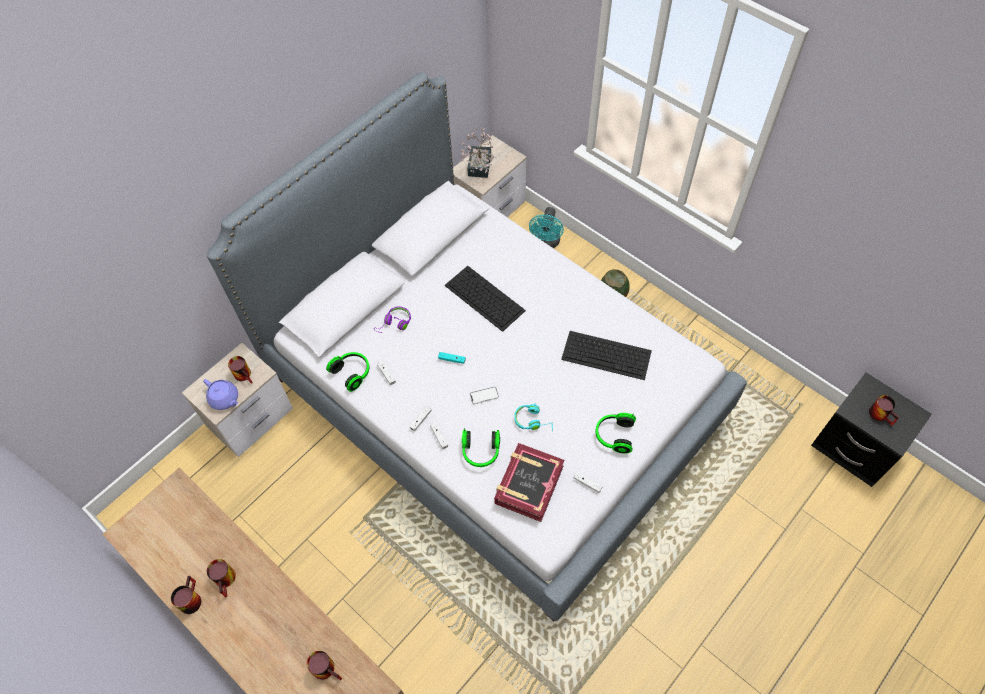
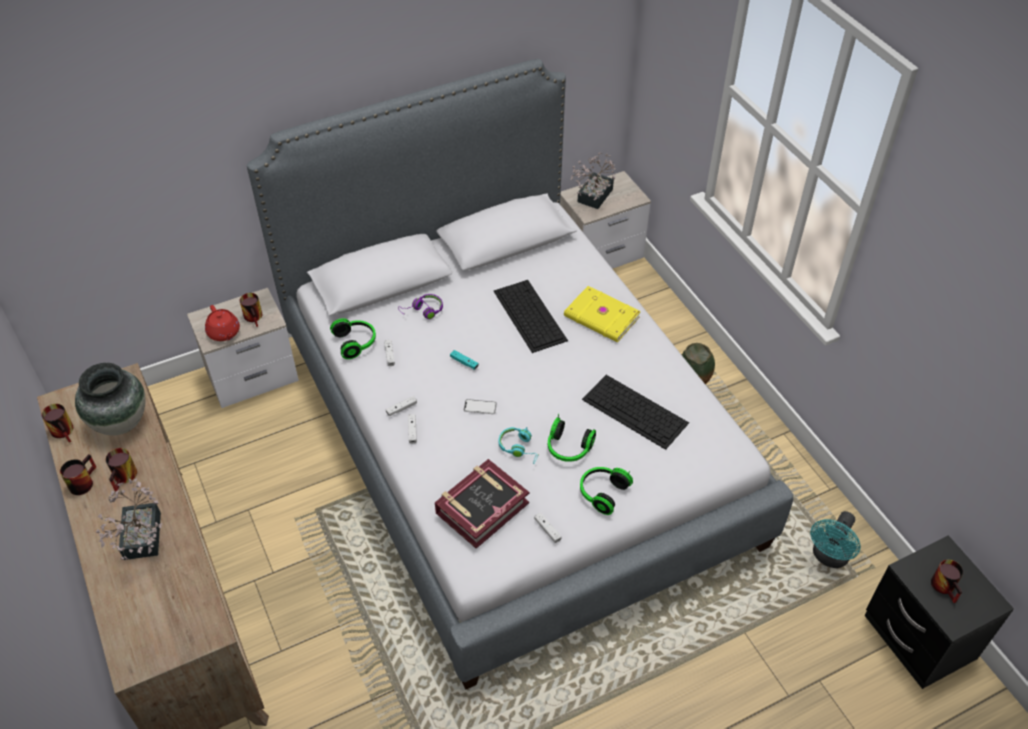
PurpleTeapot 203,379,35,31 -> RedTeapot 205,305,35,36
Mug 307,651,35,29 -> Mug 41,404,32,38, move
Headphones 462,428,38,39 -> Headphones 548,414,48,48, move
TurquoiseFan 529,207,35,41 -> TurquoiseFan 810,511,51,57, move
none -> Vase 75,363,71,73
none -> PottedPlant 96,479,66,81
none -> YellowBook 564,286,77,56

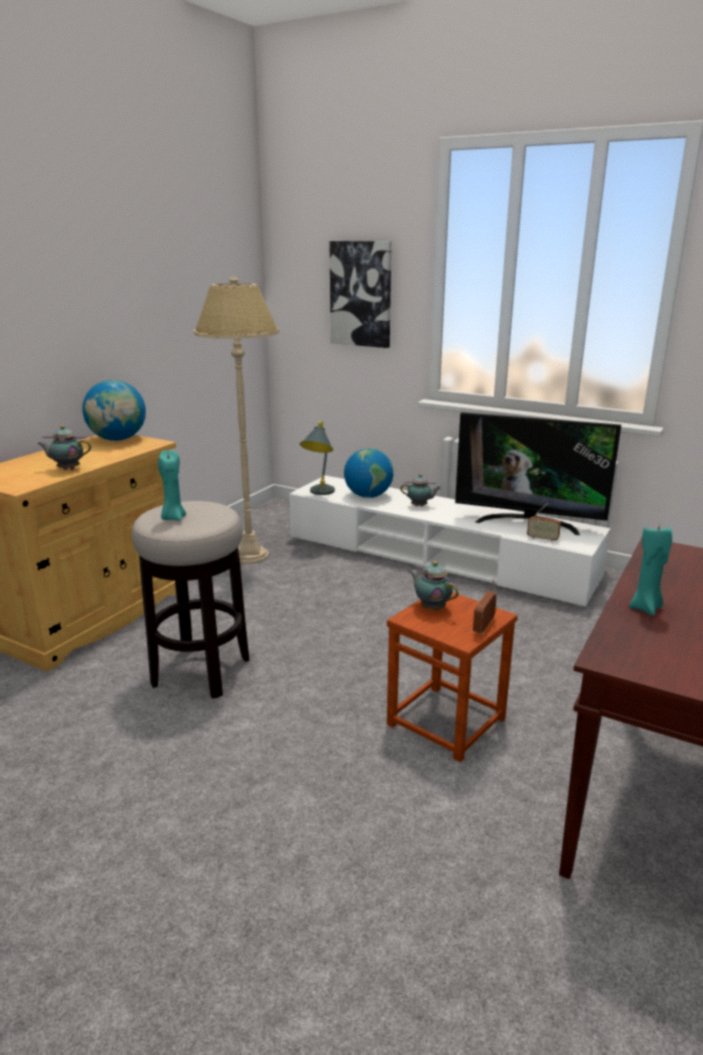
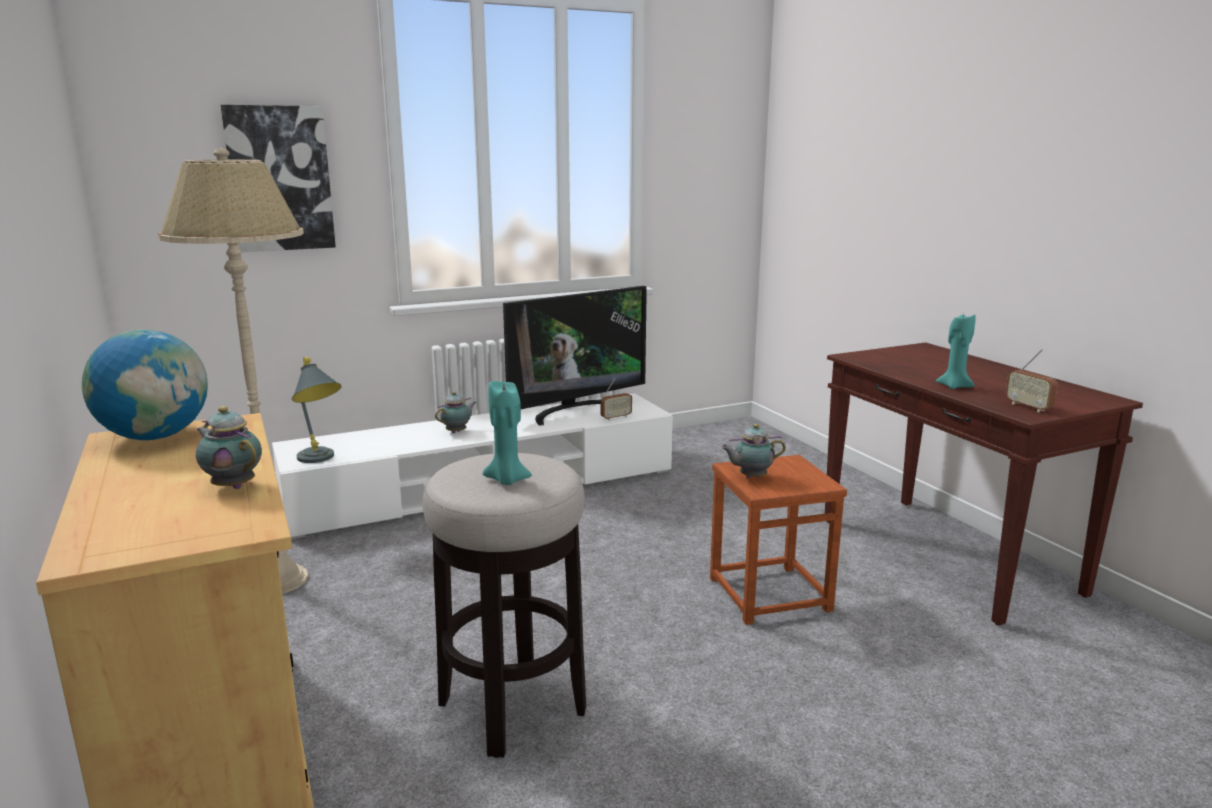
Teapot 37,425,54,45 -> Teapot 196,406,66,83, 90 degrees clockwise
Globe 344,448,49,50 -> none
Radio 473,579,25,55 -> Radio 1005,349,53,63, move

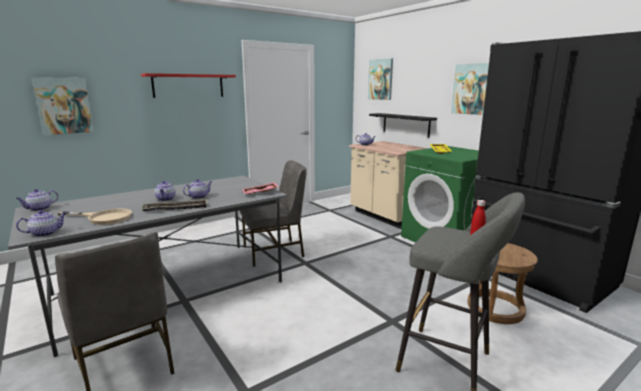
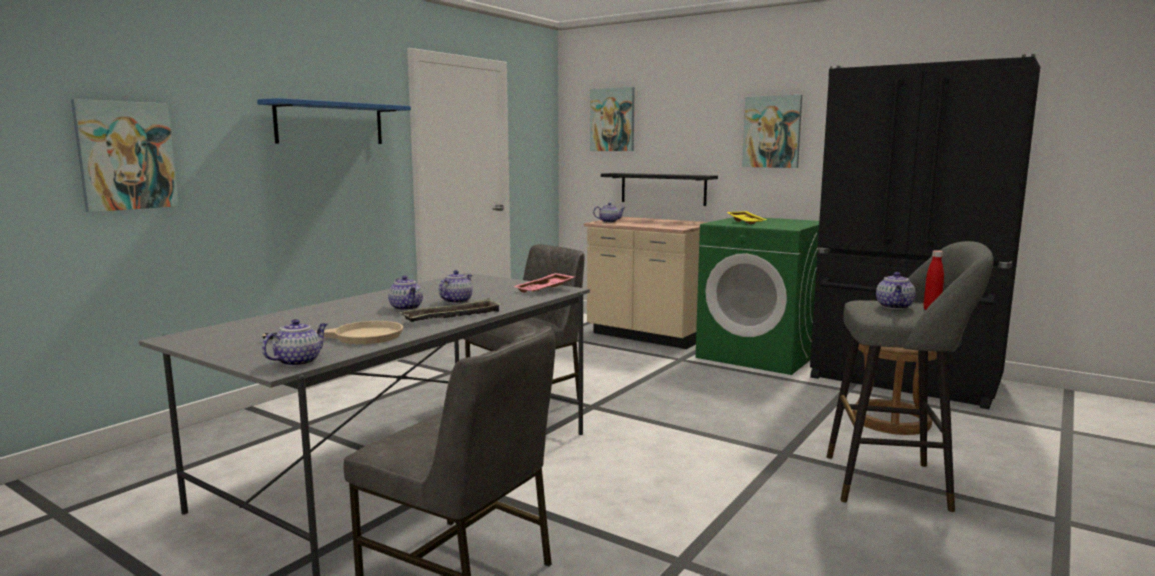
Teapot 16,189,42,22 -> Teapot 876,272,40,37, move
RedShelf 141,73,95,25 -> BlueShelf 257,98,154,46

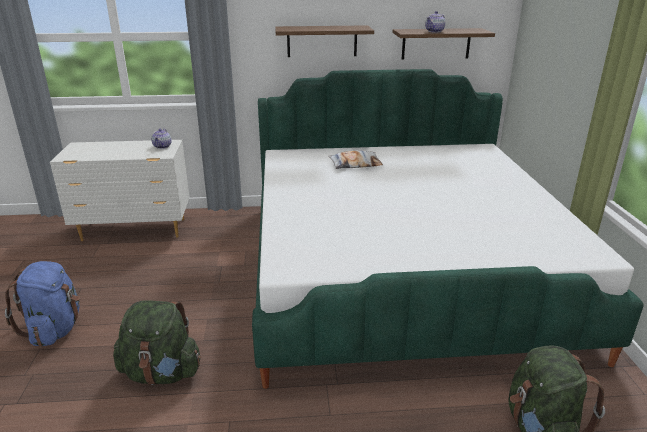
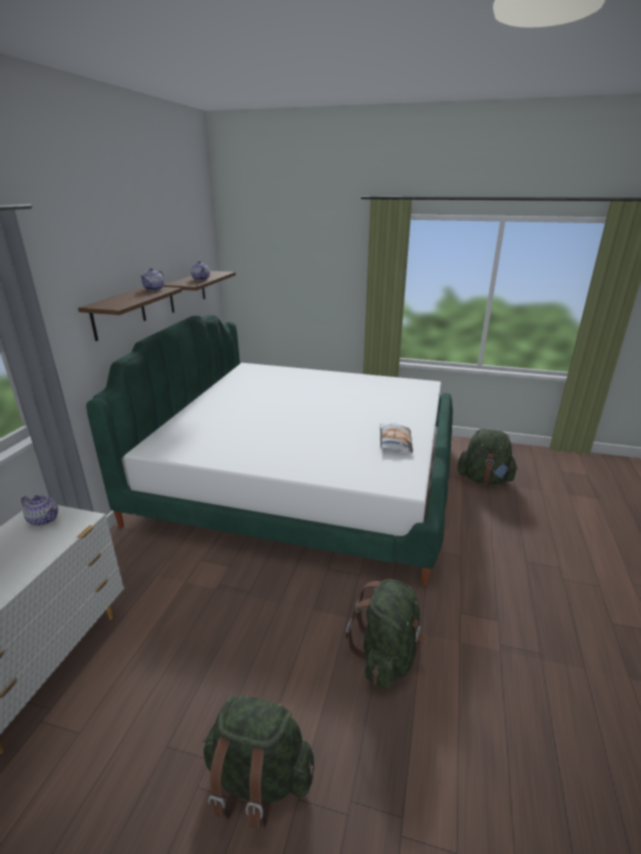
BlueBackpack 5,261,75,86 -> GreenBackpack 203,696,111,133
Pillow 328,150,55,19 -> Pillow 380,423,33,30, move
none -> Teapot 140,268,24,23

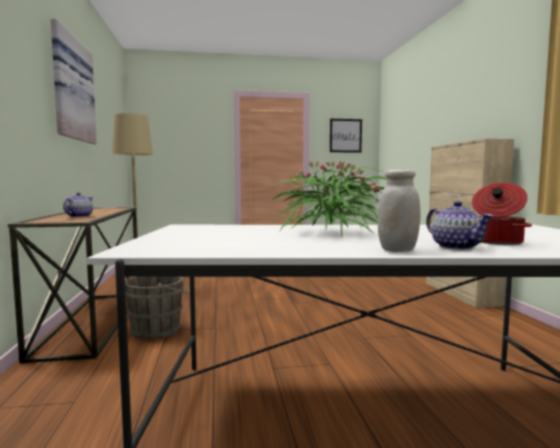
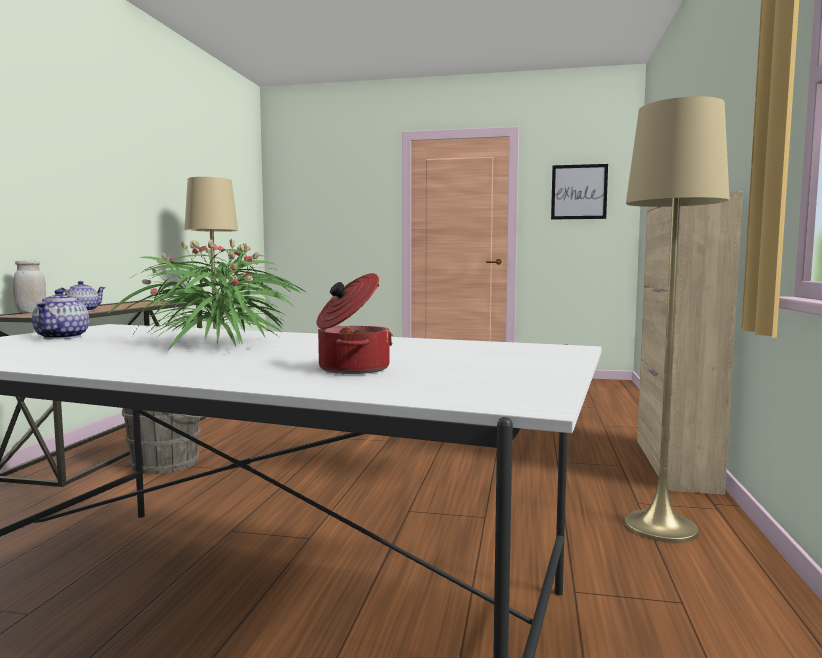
Picture 51,18,46,126 -> none
WhiteJar 378,169,43,83 -> WhiteJar 13,260,33,53, move
Teapot 426,201,67,49 -> Teapot 32,289,57,50, move
none -> BeigeFloorLamp 624,96,106,447

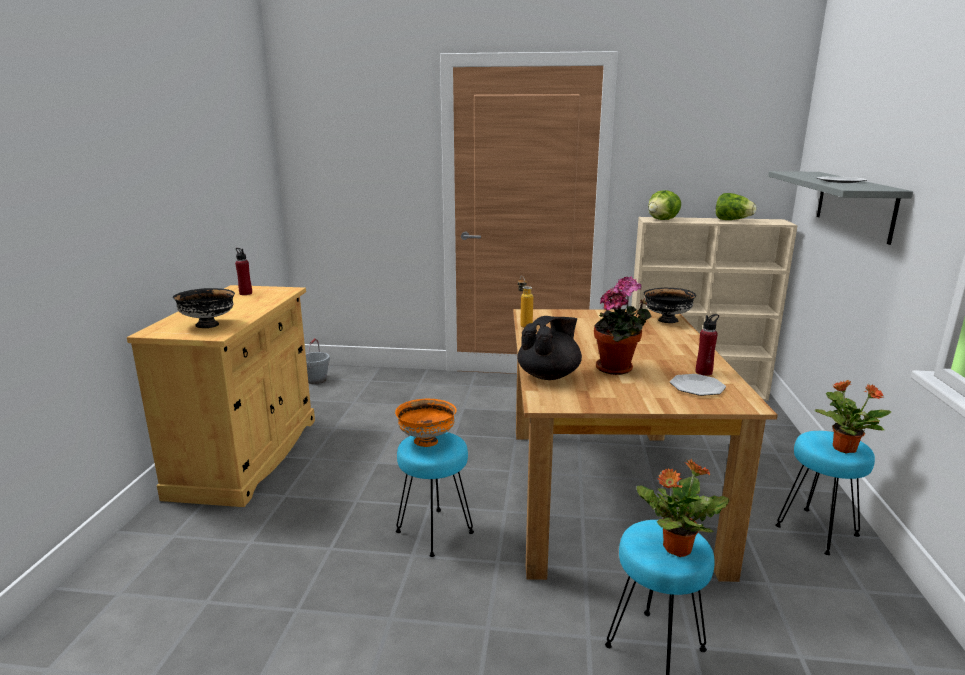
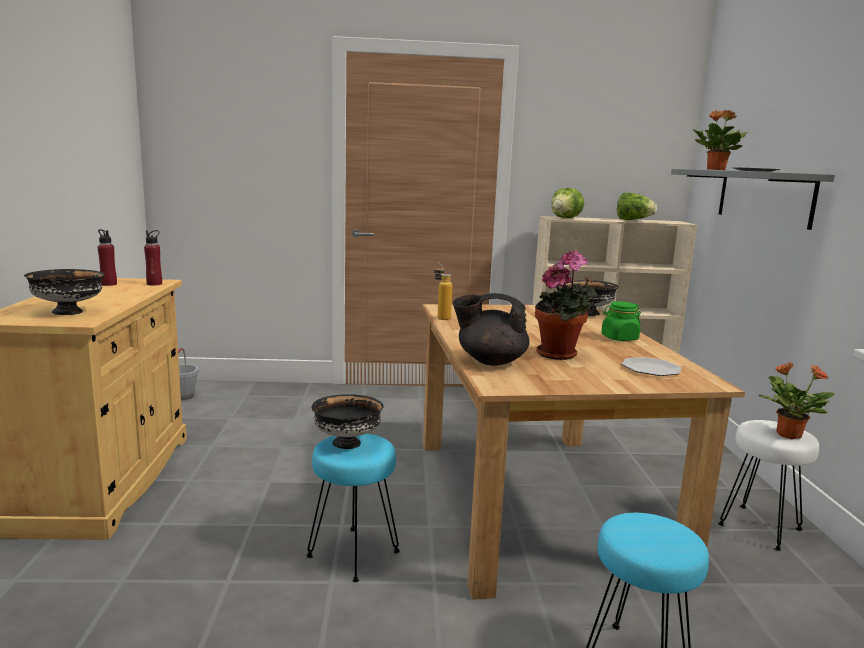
OrangeBowl 395,399,62,48 -> BlackBowl 312,394,72,55
BlackTeapot 517,316,65,64 -> BlackTeapot 453,293,77,73, 120 degrees counterclockwise
PottedPlant 636,459,93,98 -> PottedPlant 693,110,55,60, move
RedBottle 696,314,23,62 -> RedBottle 144,230,18,56, move
TurquoiseStool 775,431,100,124 -> WhiteStool 718,420,101,131
none -> GreenJar 601,301,40,40

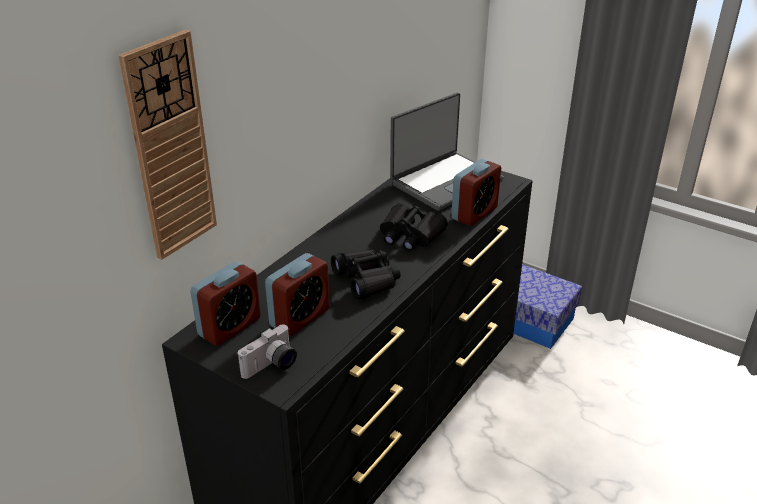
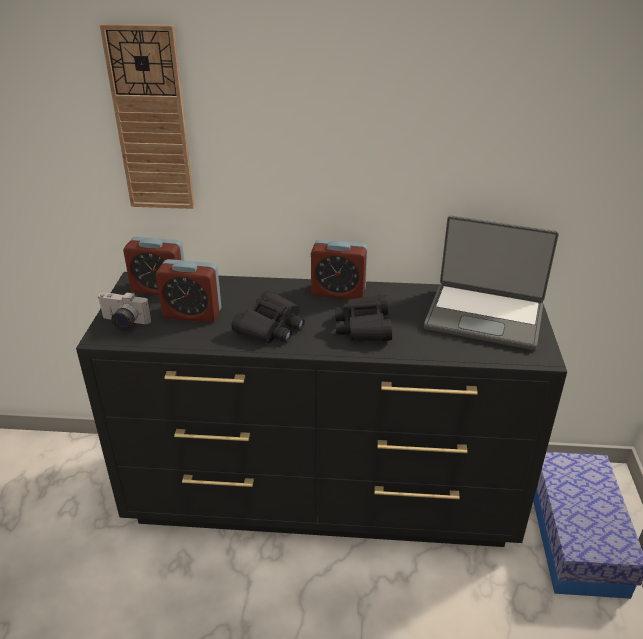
AlarmClock 451,159,50,67 -> AlarmClock 311,239,57,60, move

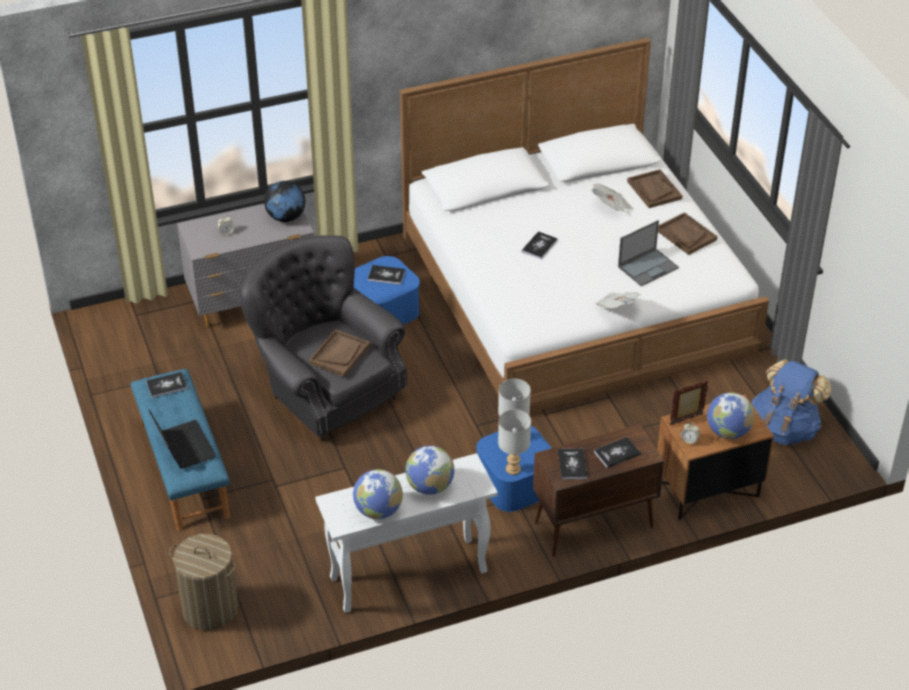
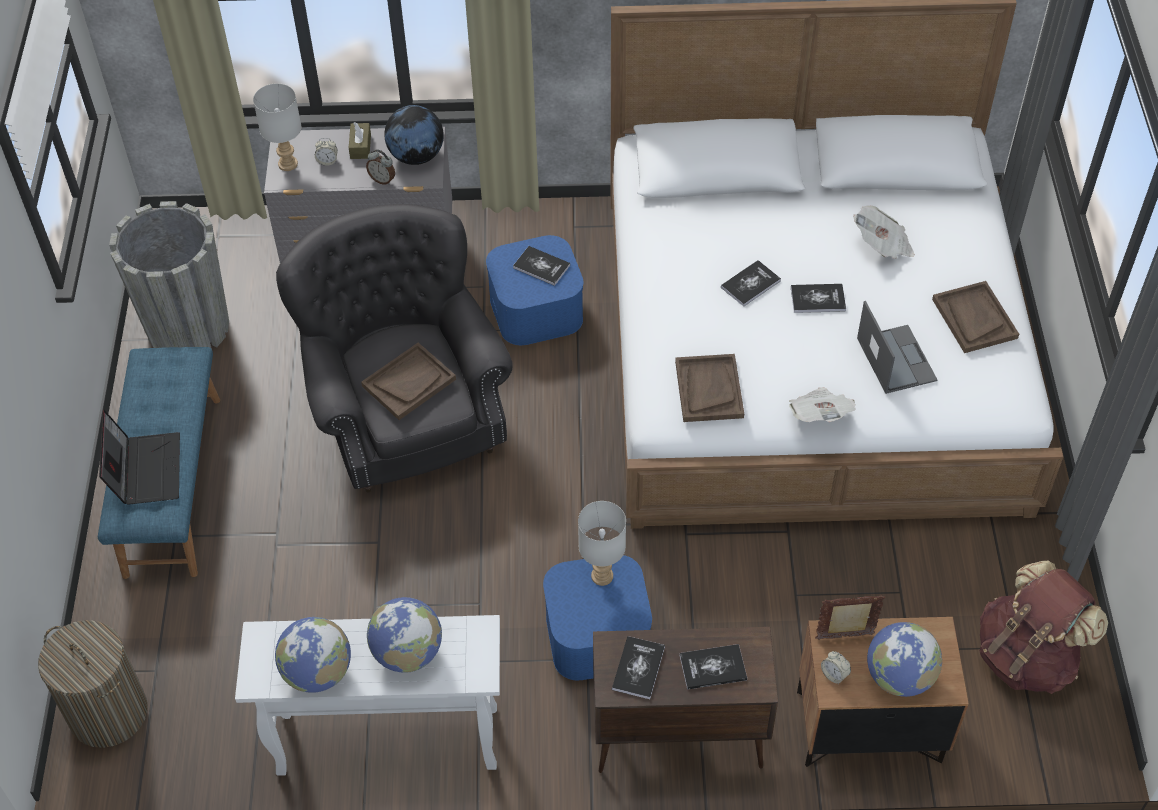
Book 146,372,42,26 -> Book 791,284,55,29, move
GreyTableLamp 498,409,33,66 -> GreyTableLamp 253,83,48,88, move
Laptop 618,220,61,66 -> Laptop 857,301,80,93, 90 degrees counterclockwise
BrownTray 627,169,55,39 -> BrownTray 675,354,69,68, move
BlueBackpack 752,359,79,86 -> BrownBackpack 979,561,129,133
none -> GreyPlanter 109,201,120,148
none -> BrownTissueBox 349,122,22,37
none -> AlarmClock 366,149,29,36

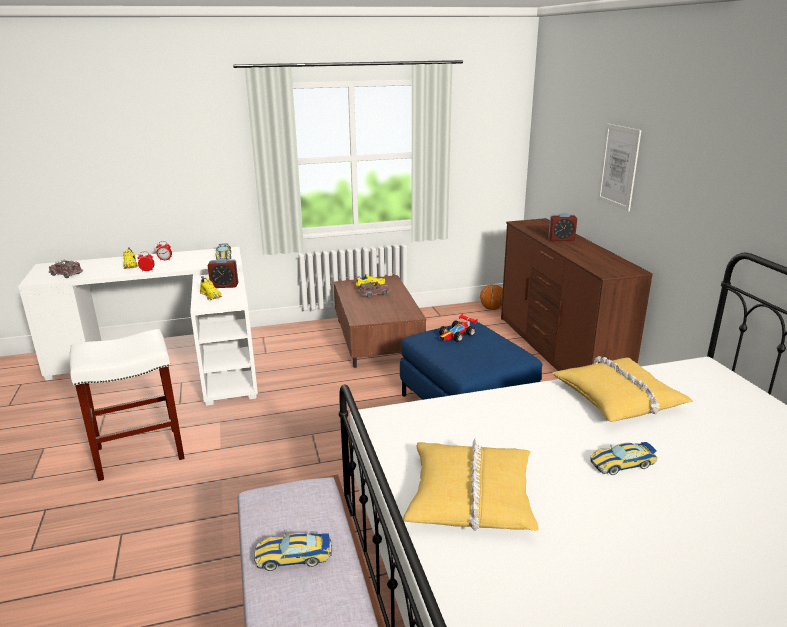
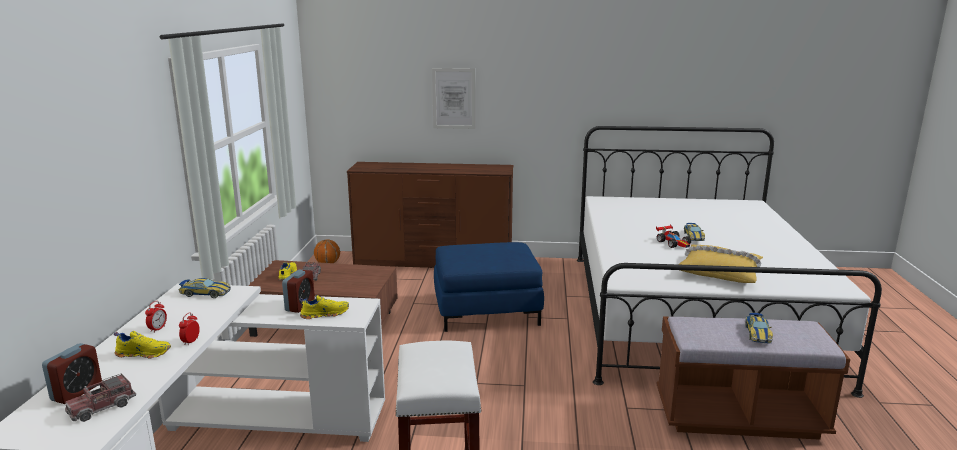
ToyCar 439,314,38,28 -> ToyCar 656,224,35,24, move
AlarmClock 548,213,29,28 -> AlarmClock 42,343,60,61, move
YellowPillow 552,356,141,66 -> none

